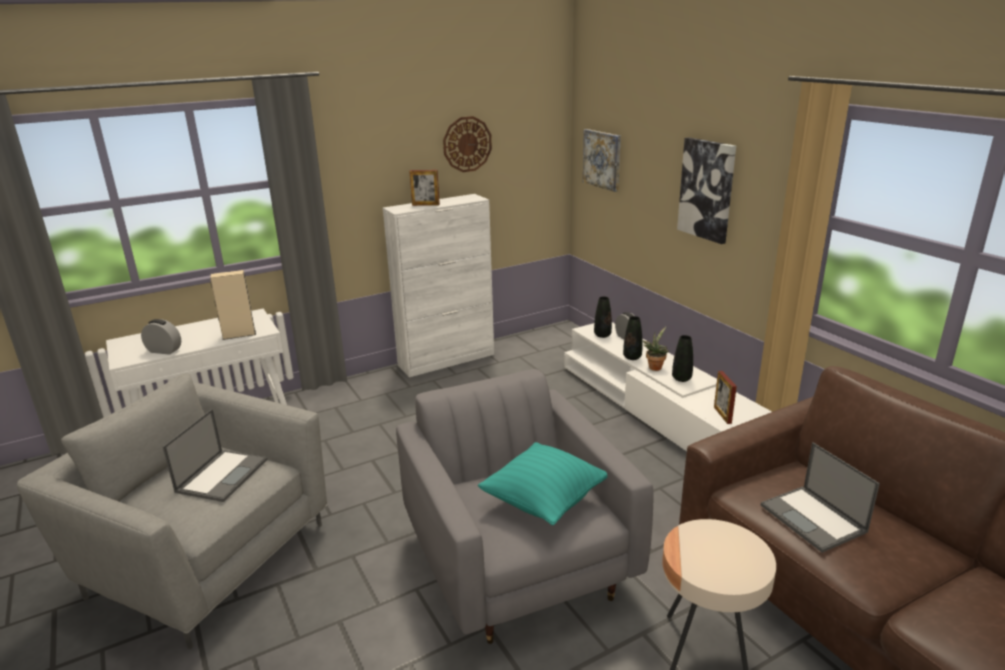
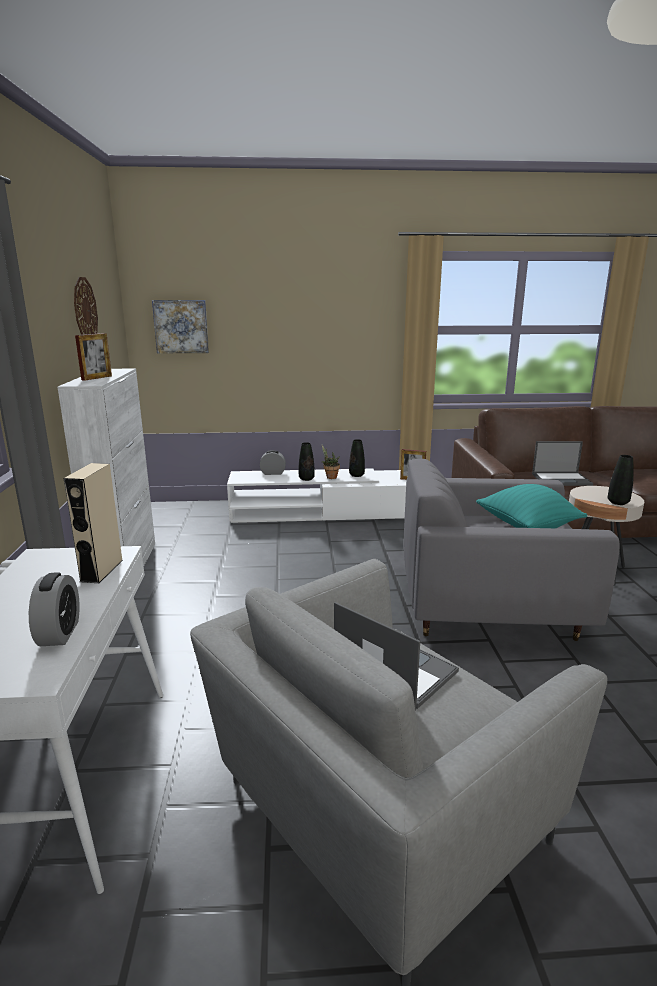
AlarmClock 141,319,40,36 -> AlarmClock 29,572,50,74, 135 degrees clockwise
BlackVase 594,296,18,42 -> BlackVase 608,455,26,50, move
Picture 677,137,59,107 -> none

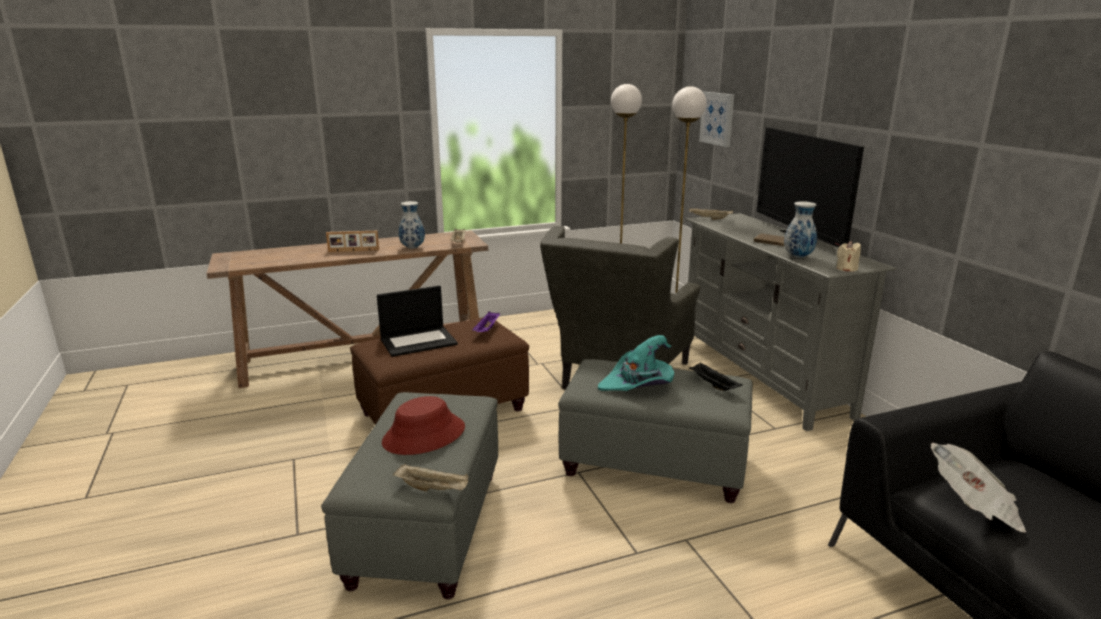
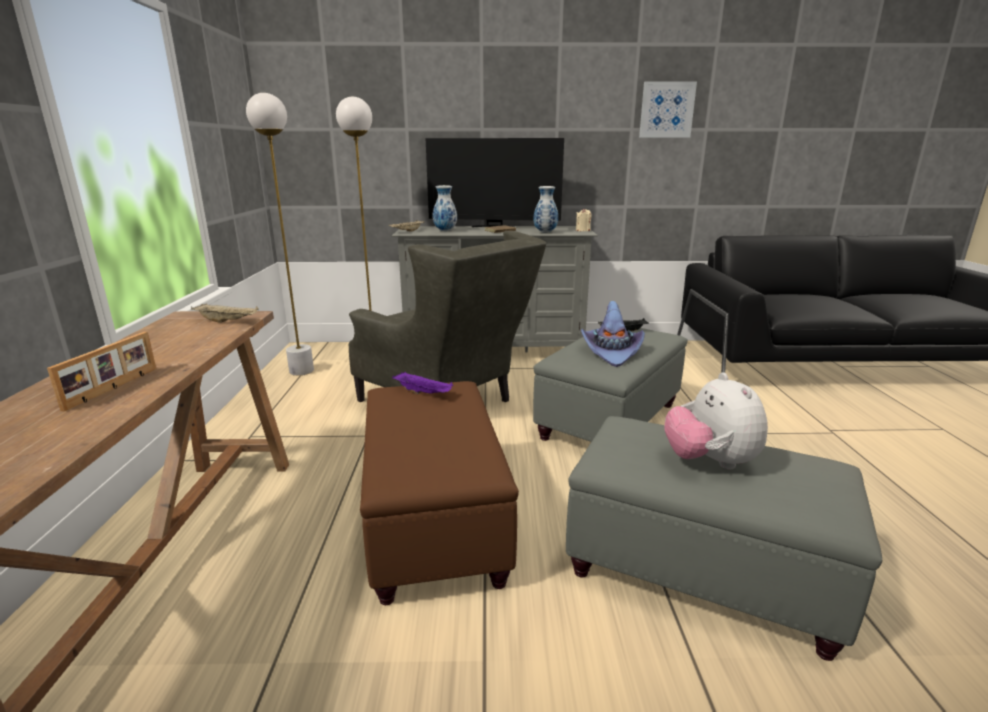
Laptop 377,285,81,72 -> none
RedHat 382,396,83,59 -> PlushToy 664,372,104,98
BeigeTray 393,464,76,28 -> none
Vase 399,201,26,48 -> Vase 433,185,24,46, move
TurquoiseHat 598,335,76,56 -> PurpleHat 581,301,64,66
Picture 699,92,35,55 -> Picture 639,81,58,57, move
Newspaper 931,443,95,90 -> none

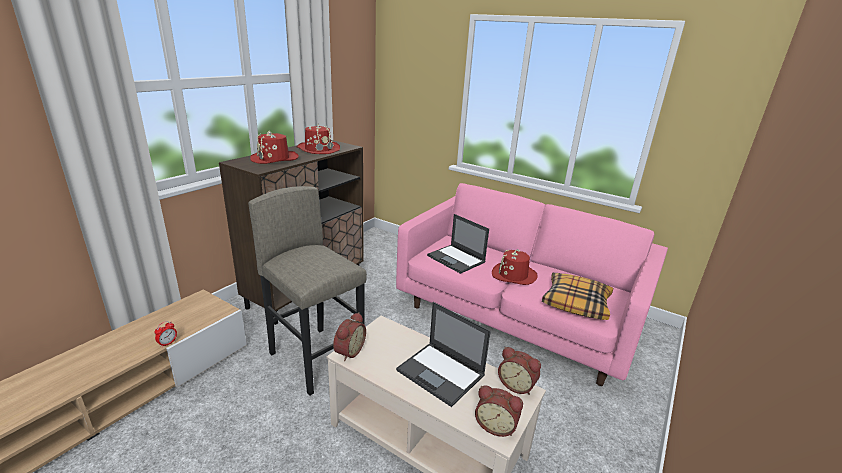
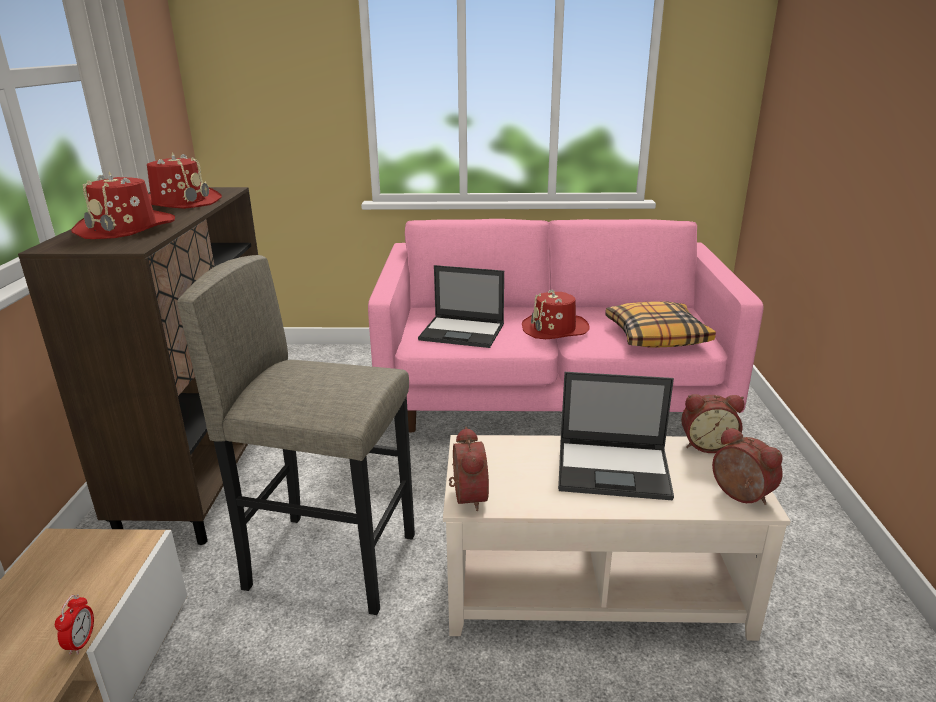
AlarmClock 475,385,48,52 -> AlarmClock 712,427,71,78, 120 degrees counterclockwise

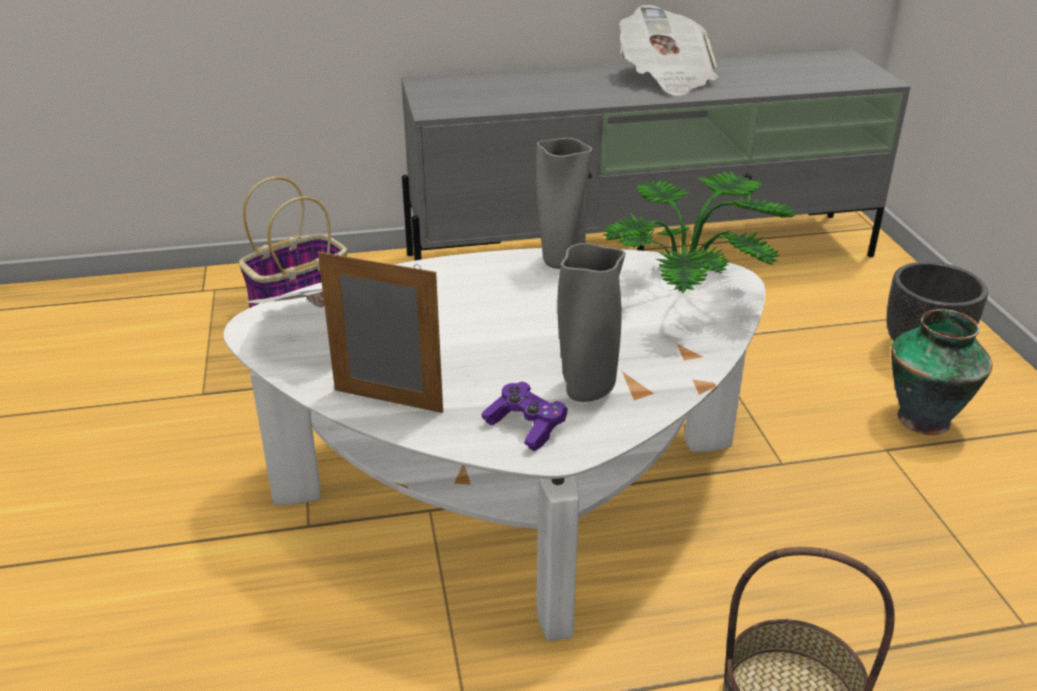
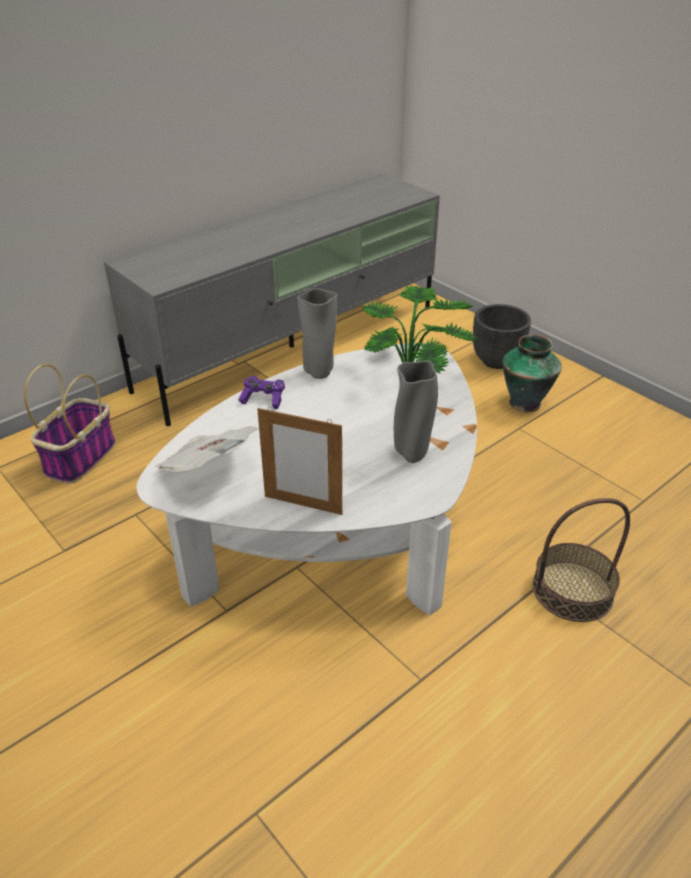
PictureFrame 318,250,125,163 -> PictureFrame 257,408,85,107, 150 degrees counterclockwise
PurpleGameController 482,382,85,69 -> PurpleGameController 239,376,46,33, move
Newspaper 619,5,99,91 -> none

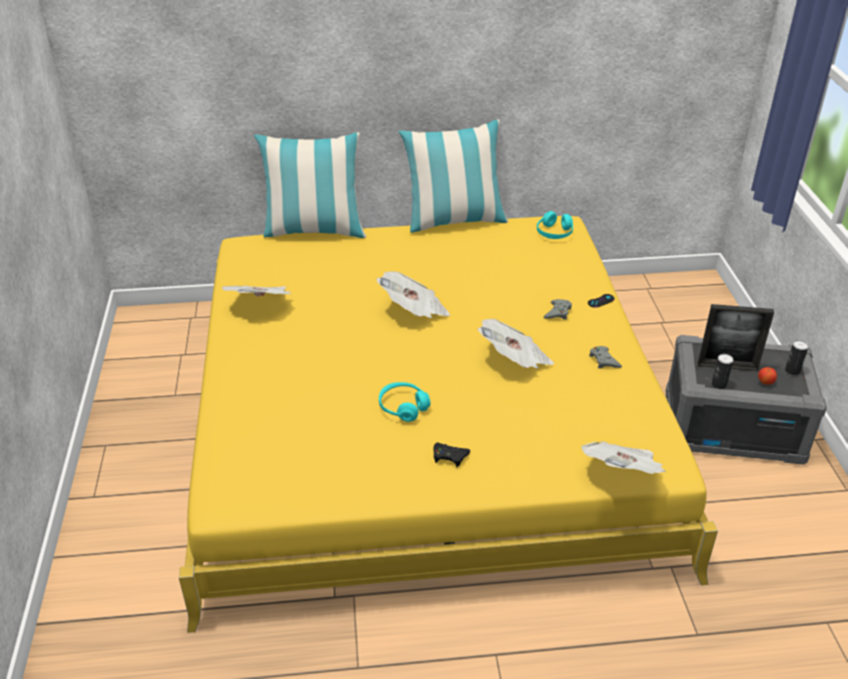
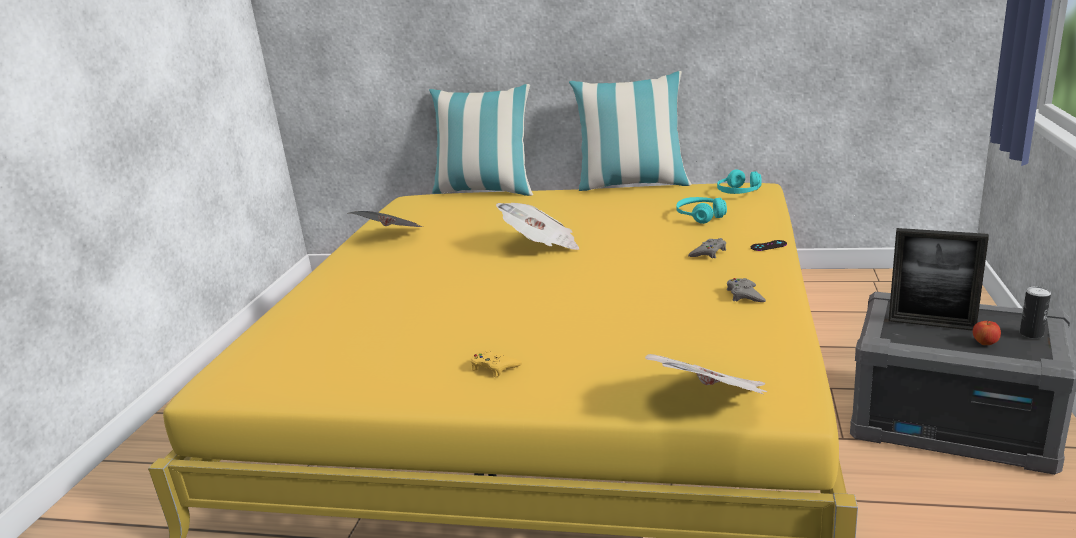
TurquoiseHeadphones 379,382,51,40 -> TurquoiseHeadphones 676,197,51,27, move
BlackGameController 434,443,36,24 -> YellowGameController 471,349,51,28
Newspaper 477,319,77,50 -> none
Can 711,354,23,35 -> none

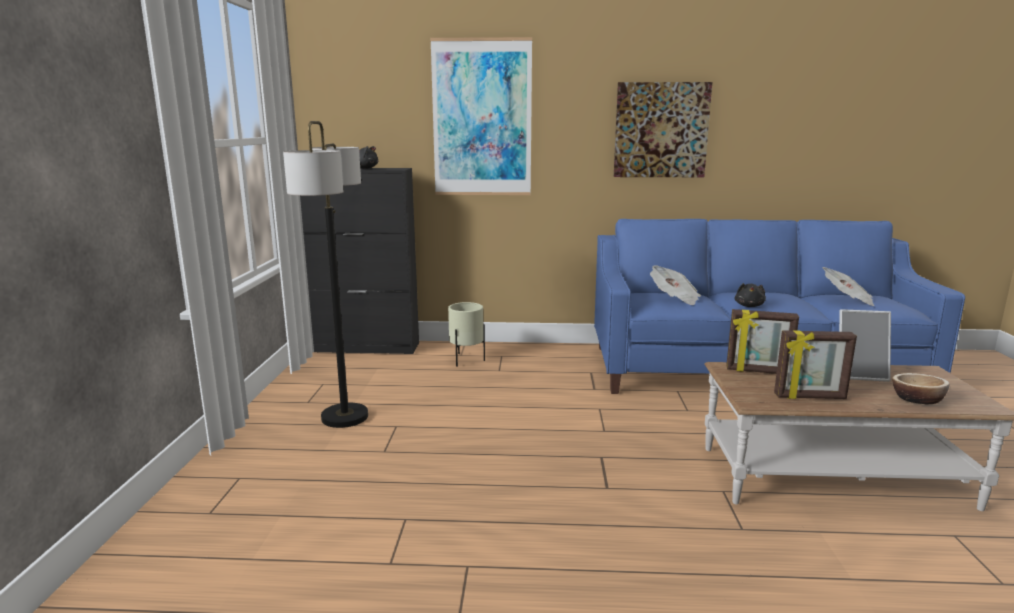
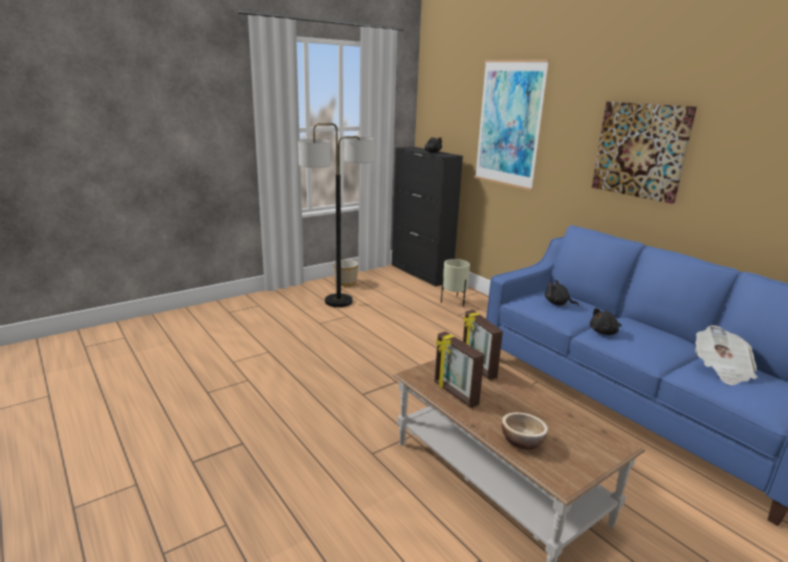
Newspaper 650,265,51,40 -> BlackPlushToy 545,280,34,27
PictureFrame 839,309,52,73 -> none
none -> Planter 333,260,25,26

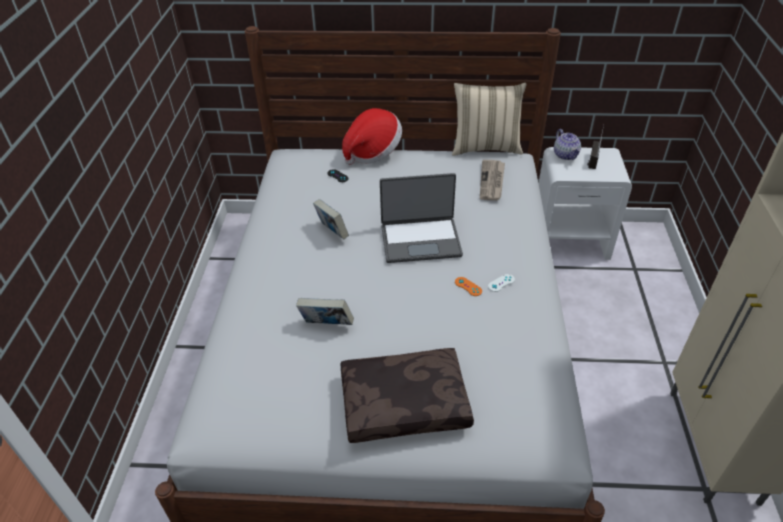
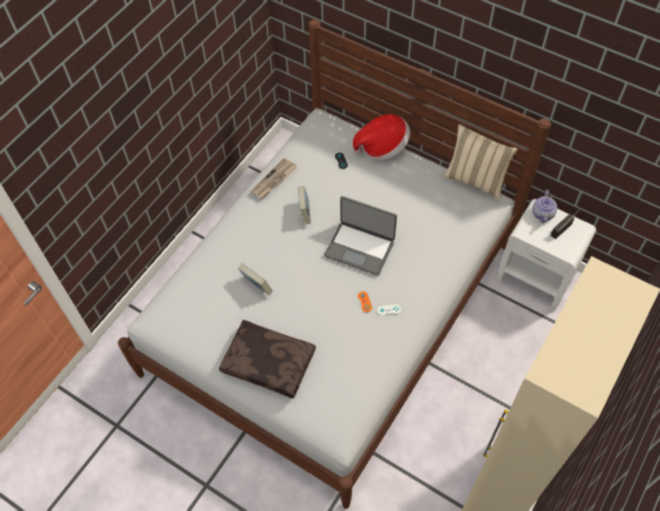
Newspaper 480,160,25,41 -> Newspaper 251,158,46,41, move

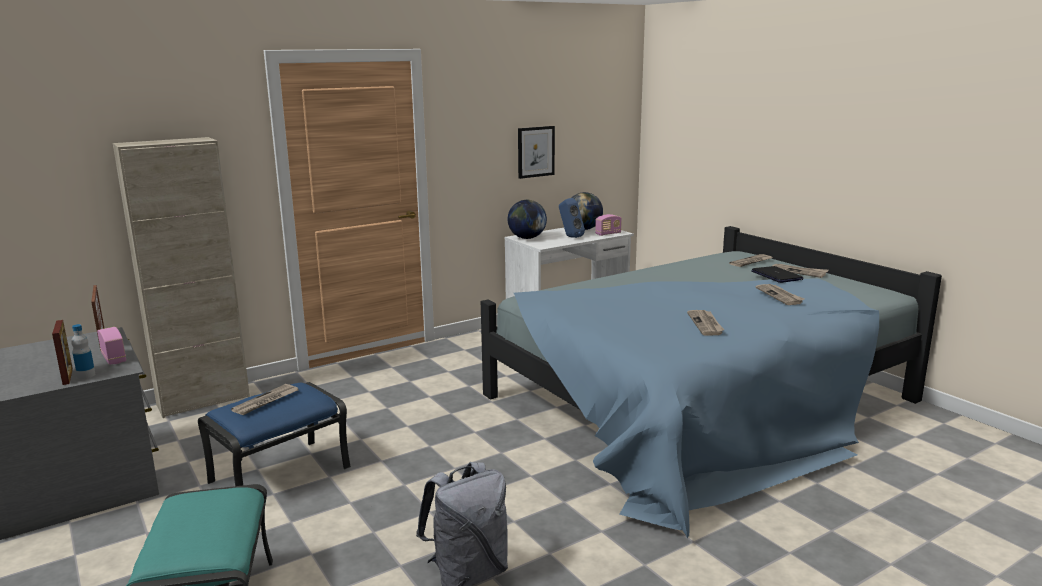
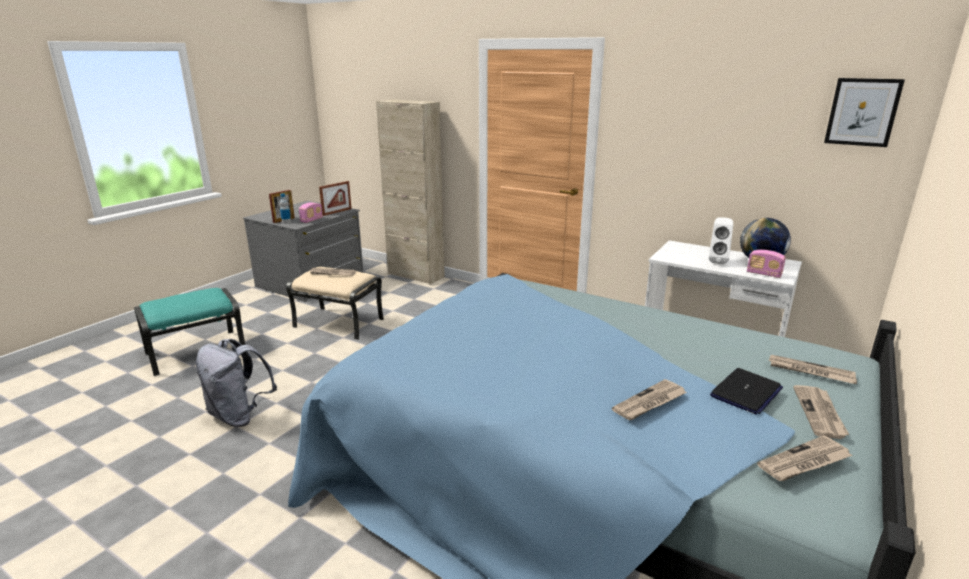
BlueOttoman 198,382,152,104 -> BeigeOttoman 286,267,98,73
Globe 508,200,39,39 -> none
Picture 518,126,37,53 -> Picture 824,78,81,69, move
BlueSpeaker 559,198,26,40 -> WhiteSpeaker 709,217,24,47
Newspaper 687,310,37,26 -> Newspaper 757,435,96,46, move

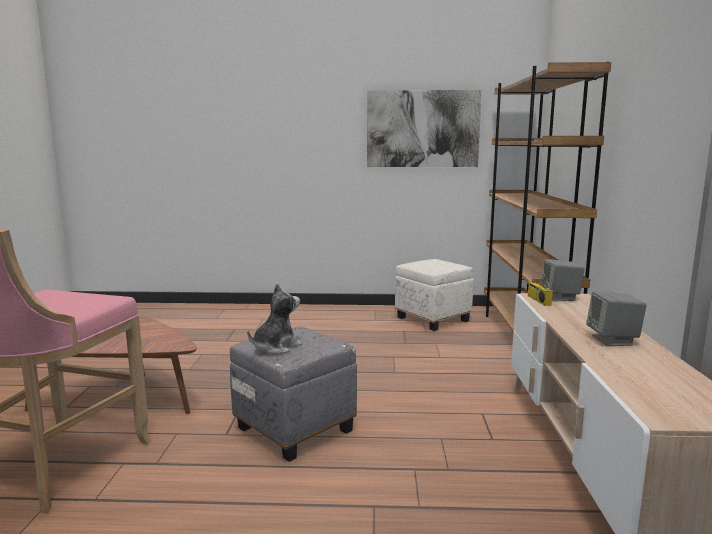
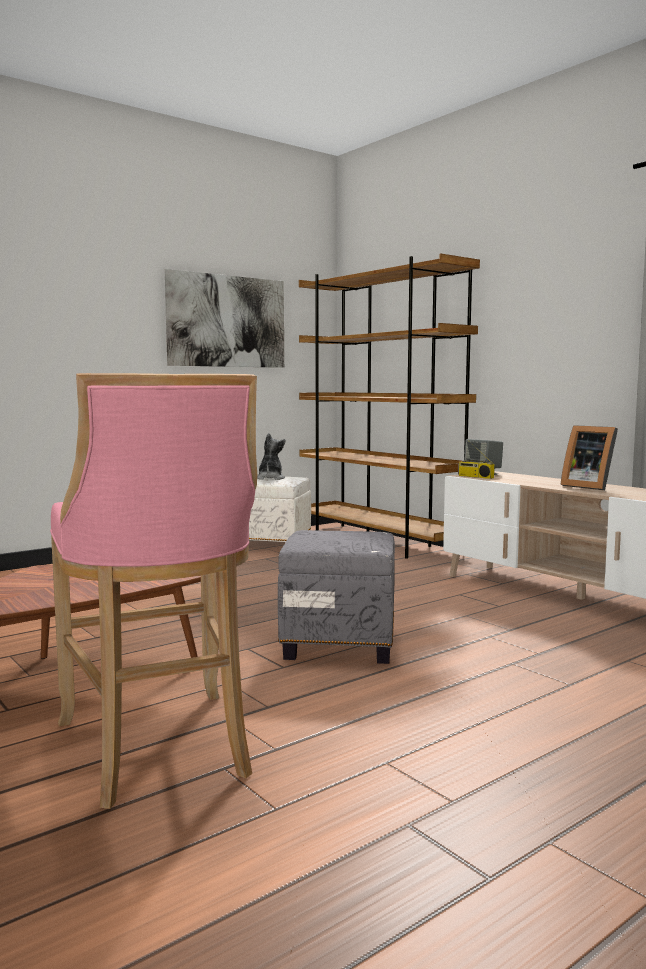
PlushToy 247,284,55,70 -> PlushToy 257,433,29,47, move
GreySpeaker 586,291,61,55 -> PictureFrame 561,425,57,65

